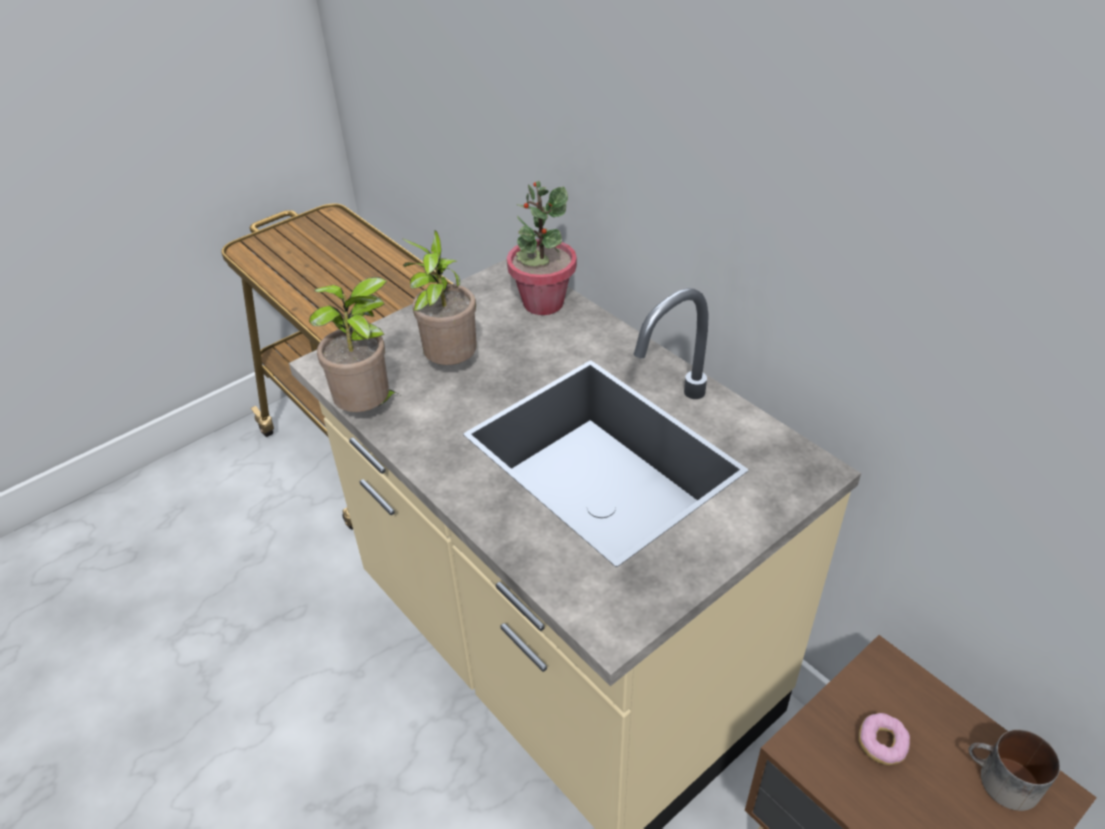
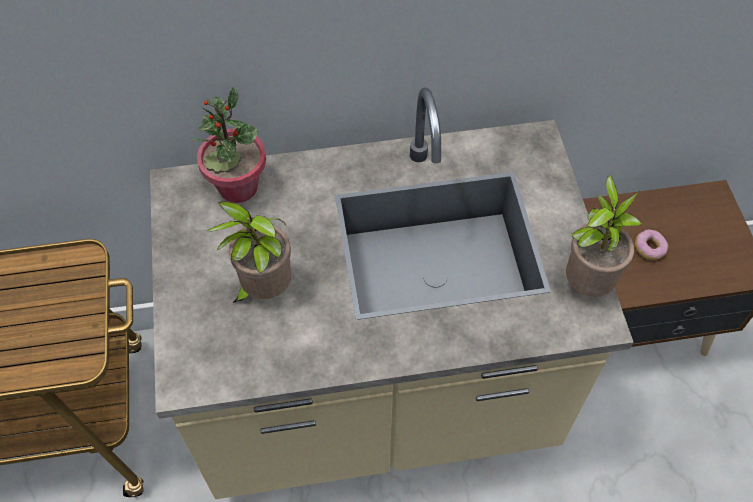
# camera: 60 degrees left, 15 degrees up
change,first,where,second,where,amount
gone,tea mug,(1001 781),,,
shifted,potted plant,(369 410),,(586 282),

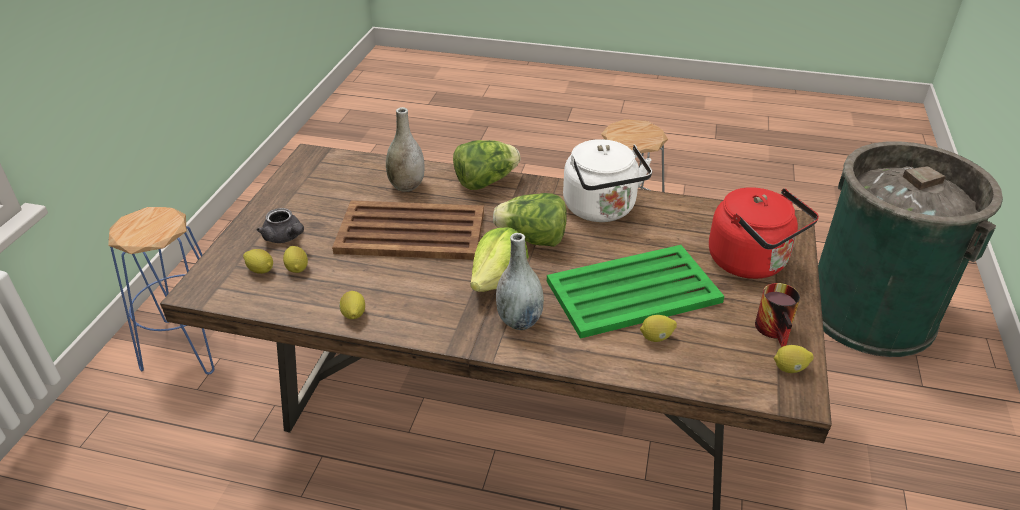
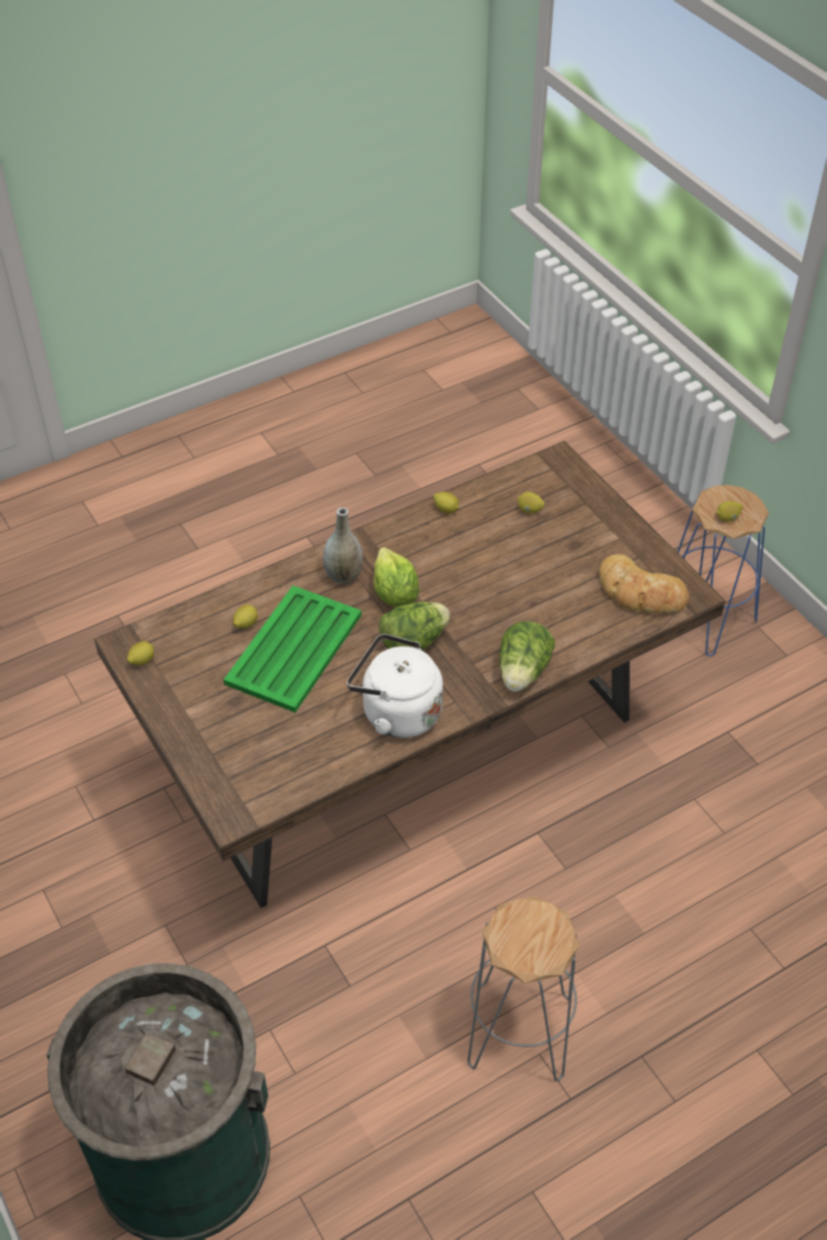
# camera: 135 degrees right, 10 degrees up
change,first,where,second,where,amount
gone,greyish tea pot,(285 237),,,
gone,brownish serving tray,(412 232),,,
gone,greyish decorative vase,(407 186),,,
gone,reddish water kettle,(752 262),,,
gone,tea mug,(777 331),,,
new,,,bakery bread,(640 592),
shifted,whole lemon,(261 270),,(727 518),

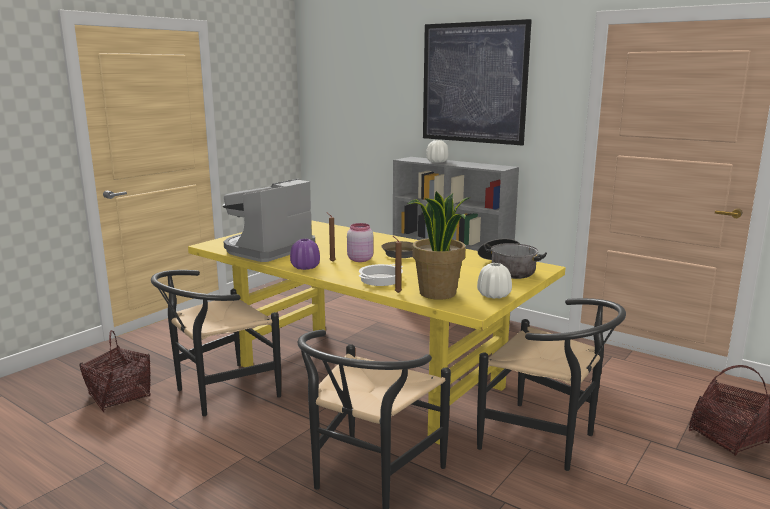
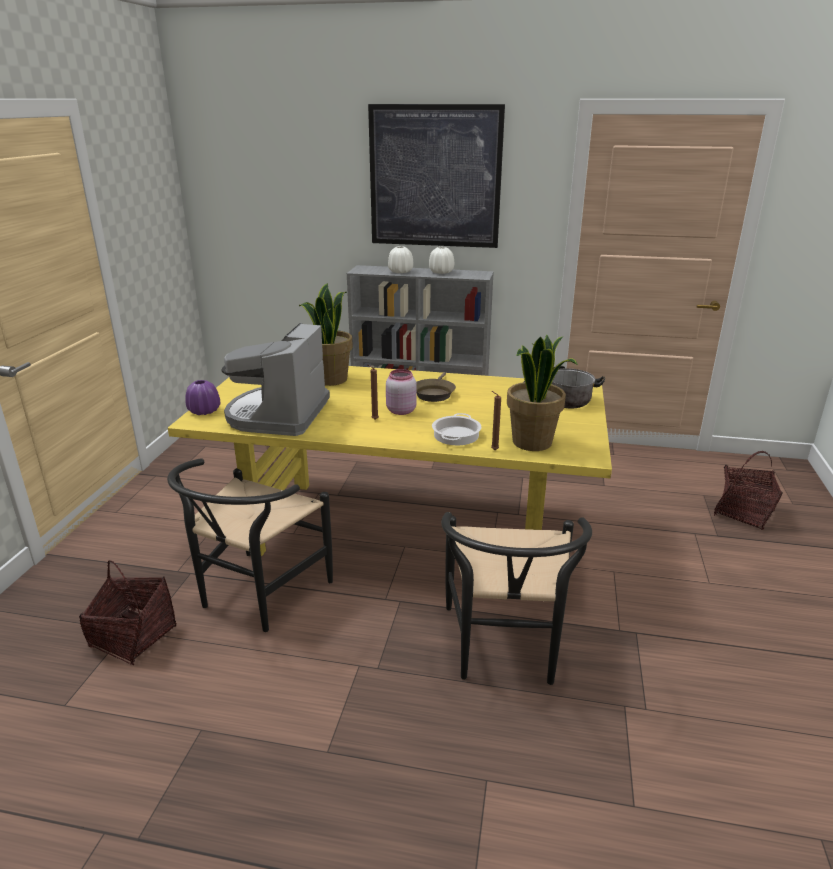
# camera: 25 degrees left, 10 degrees up
change,first,where,second,where,amount
gone,black-coloured chair,(547 440),,,
new,,,potted plant,(330 379),
shifted,purple decorative vase,(305 267),,(204 411),
shifted,white decorative vase,(494 295),,(441 272),

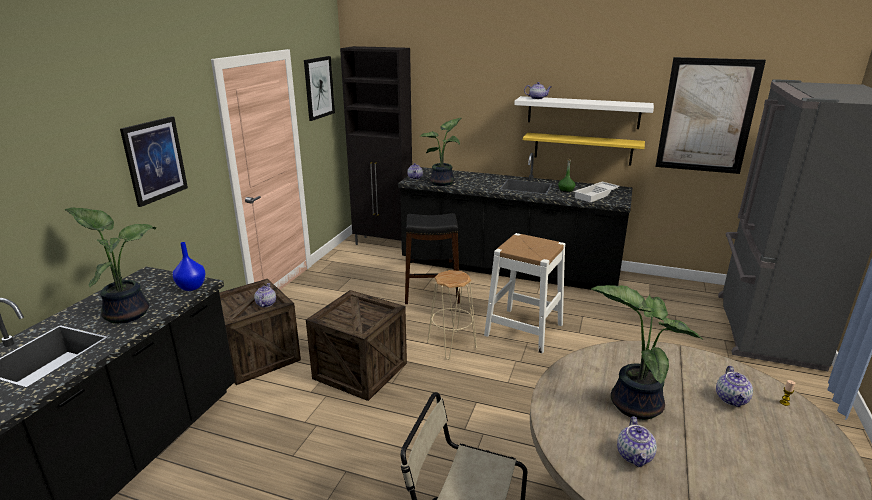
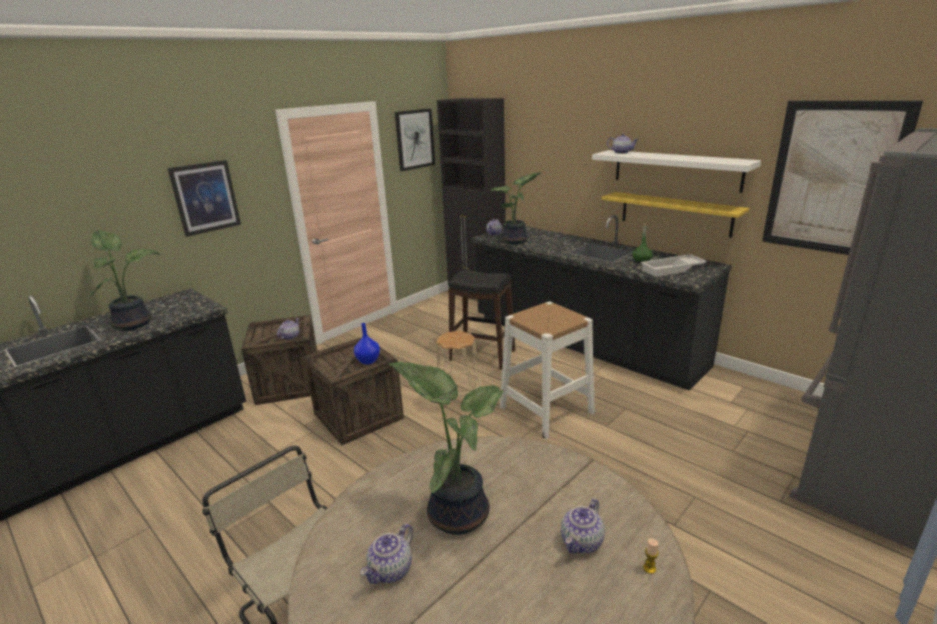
# camera: 25 degrees right, 0 degrees up
change,first,where,second,where,amount
shifted,bluish decorative vase,(192 287),,(368 361),

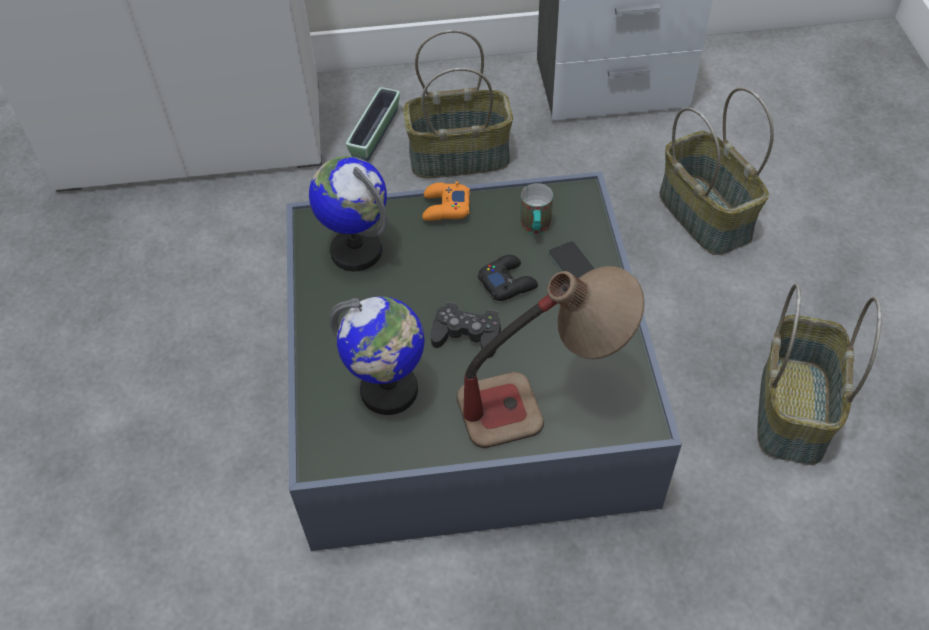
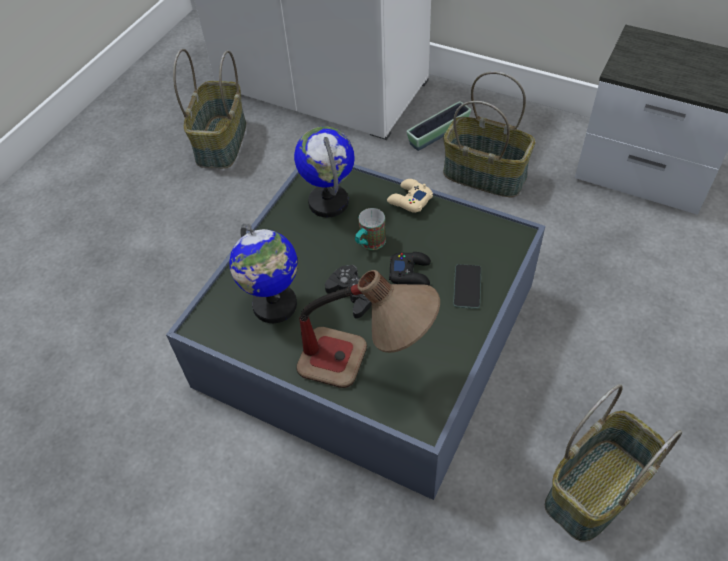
# camera: 35 degrees right, 0 degrees up
change,first,where,second,where,amount
shifted,tea mug,(535 229),,(369 244),
shifted,household basket,(706 215),,(222 143),
repainted,orange game controller,(445 207),beige-coloured game controller,(409 200),

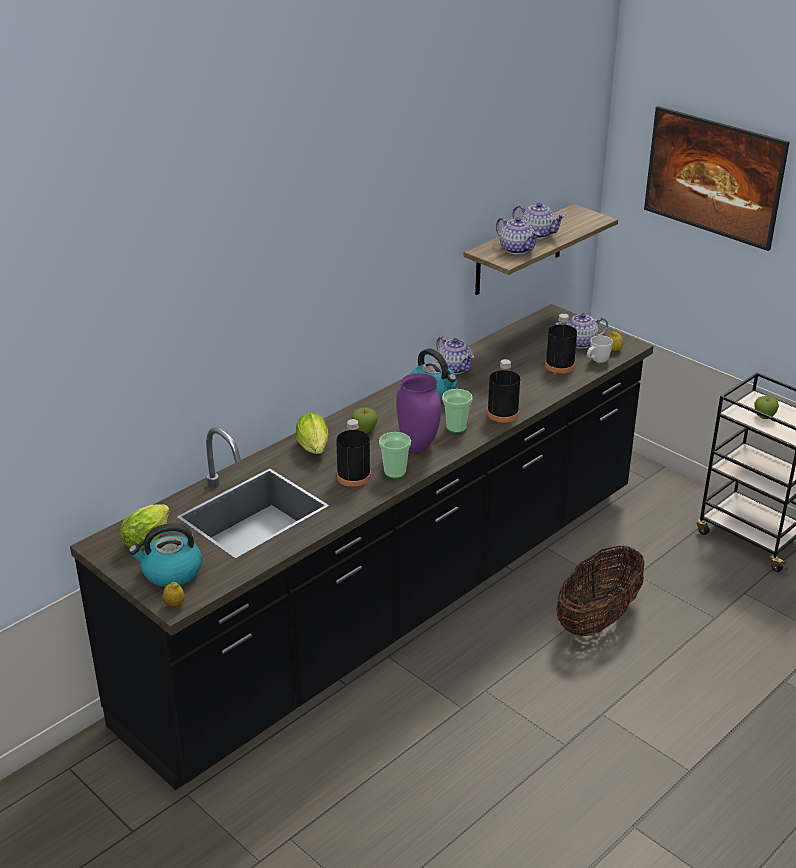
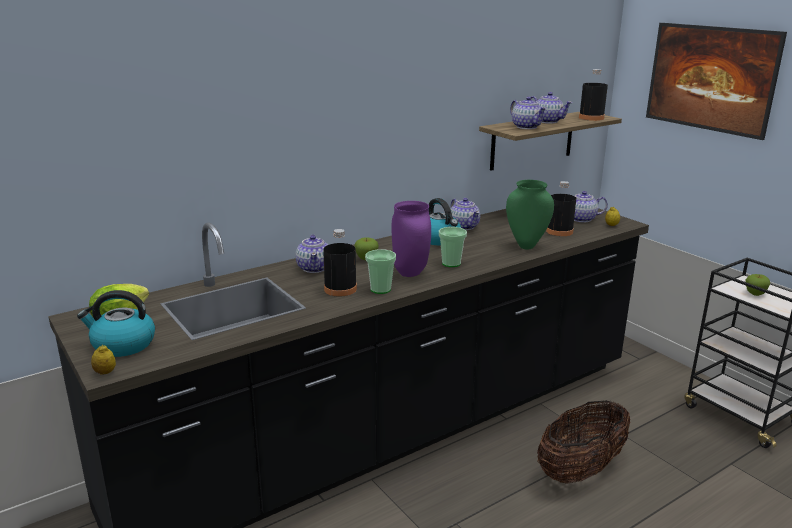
# camera: 10 degrees right, 10 degrees down
change,first,where,second,where,amount
gone,white tea mug,(596 361),,,
new,,,green decorative vase,(526 246),
shifted,black-coloured bottle,(502 414),,(591 118),
swapped,head of lettuce,(314 449),tea pot,(314 268),

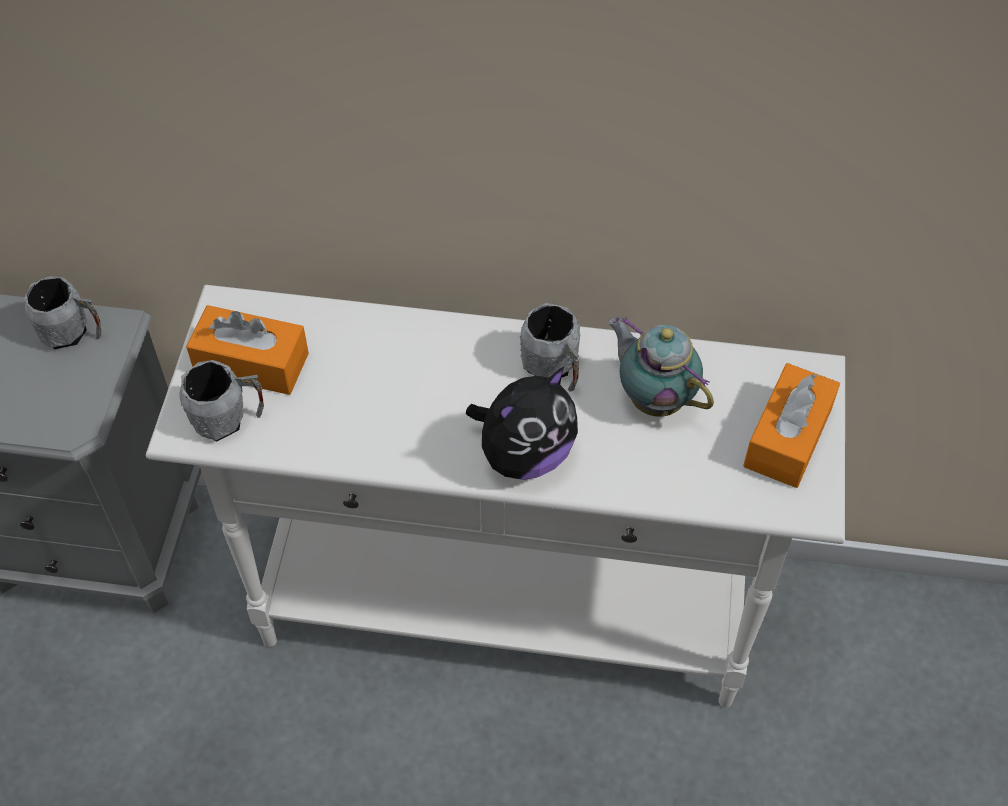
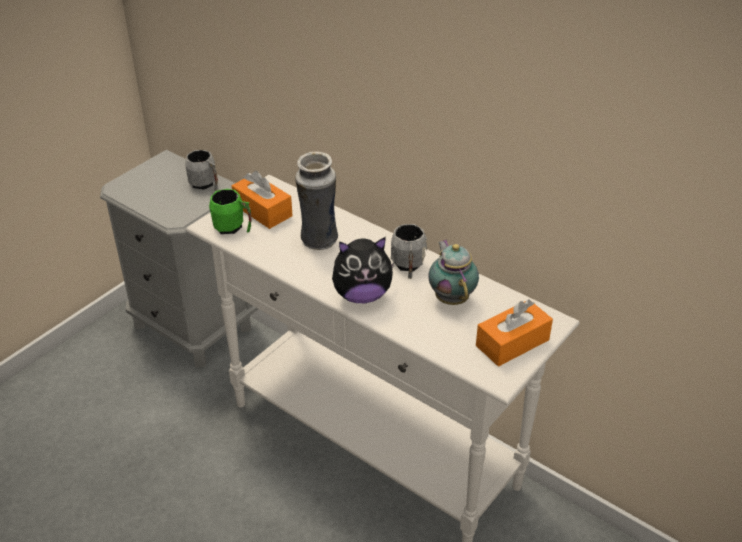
# camera: 30 degrees right, 15 degrees down
change,first,where,second,where,amount
new,,,decorative vase,(318 241),
repainted,greyish tea mug,(228 419),green tea mug,(233 228),

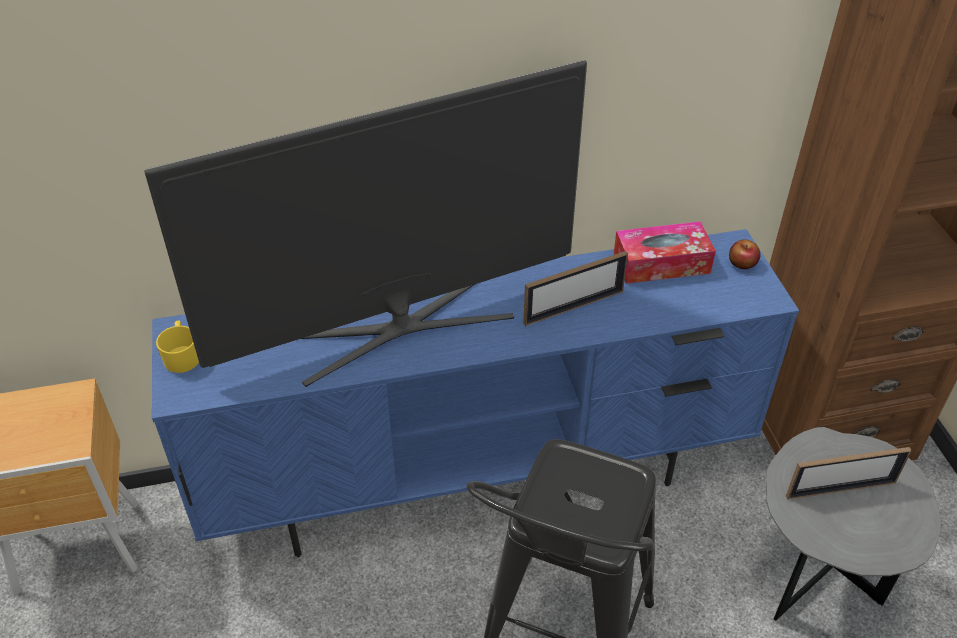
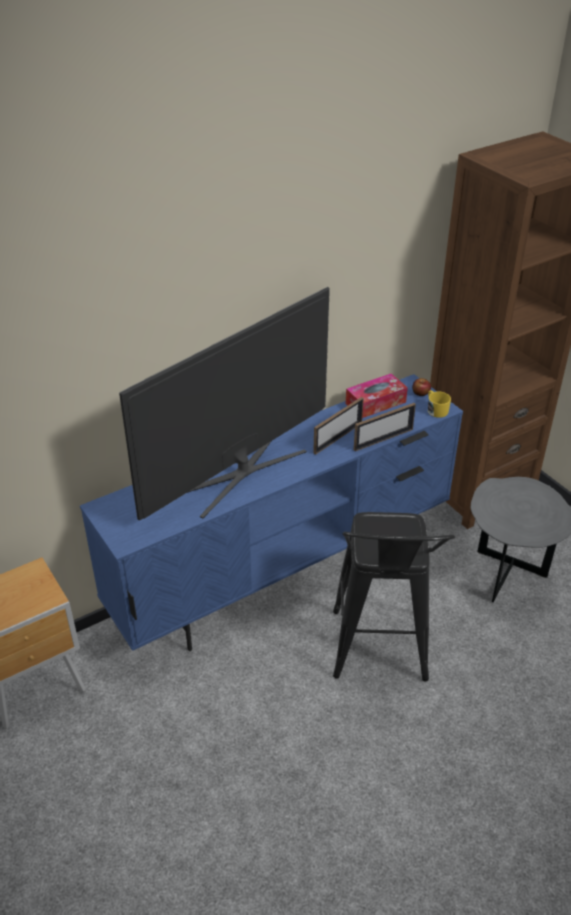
# camera: 20 degrees left, 5 degrees down
change,first,where,second,where,amount
shifted,yellow tea mug,(182 356),,(436 410),
shifted,picture frame,(840 489),,(383 439),

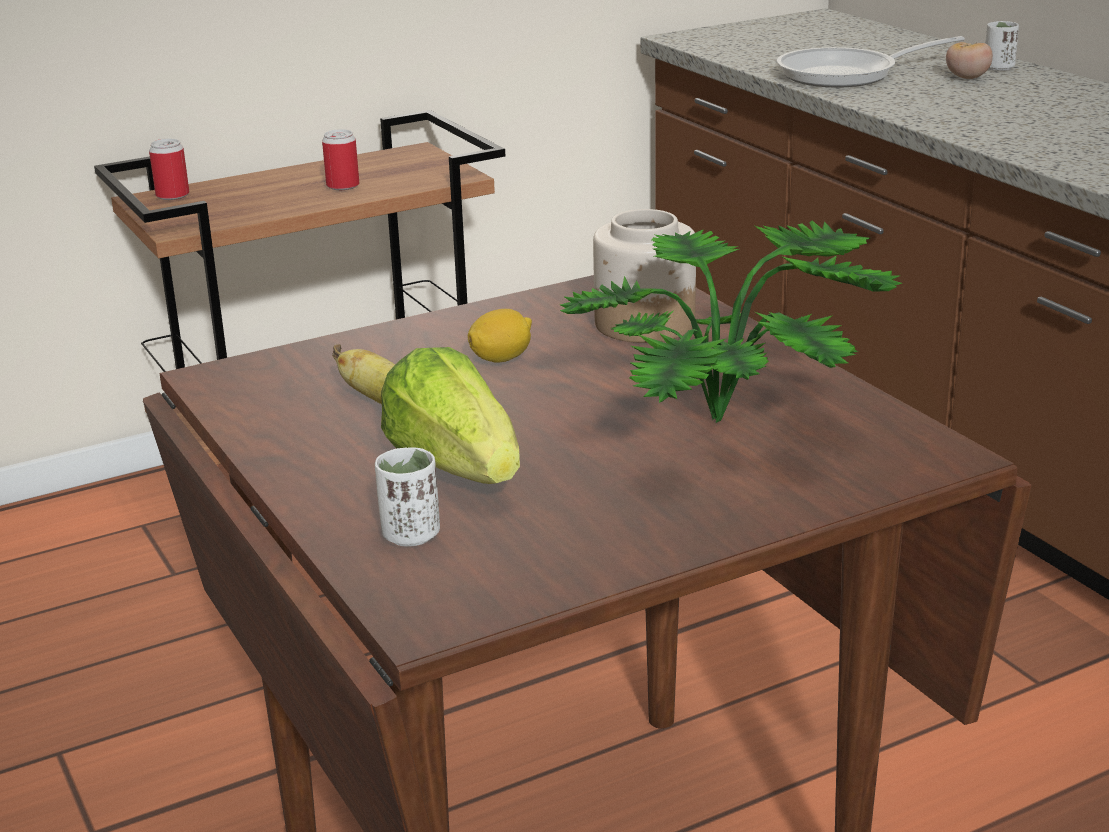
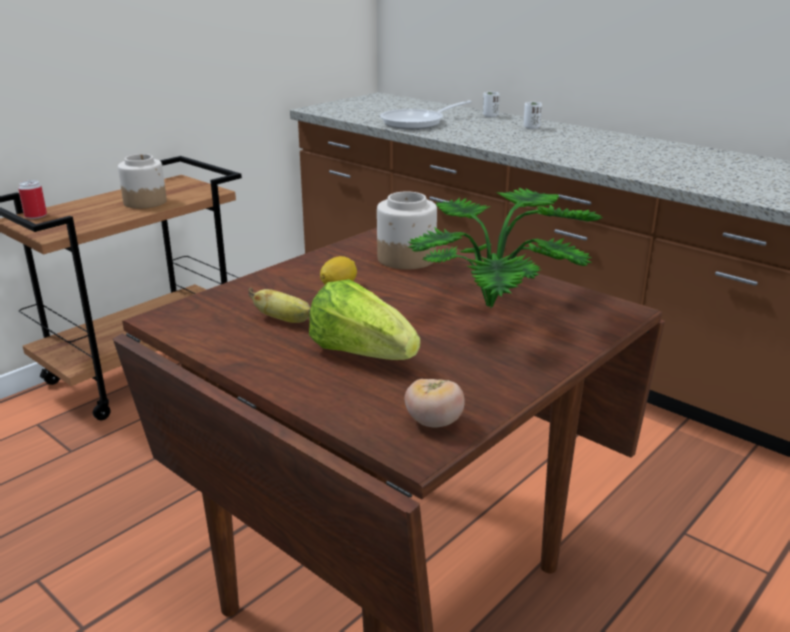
# camera: 20 degrees left, 0 degrees up
change,first,where,second,where,amount
shifted,white small cup,(410 535),,(531 127),
shifted,fresh tomato,(967 78),,(434 422),
swapped,can,(343 186),preserve jar,(145 202),

